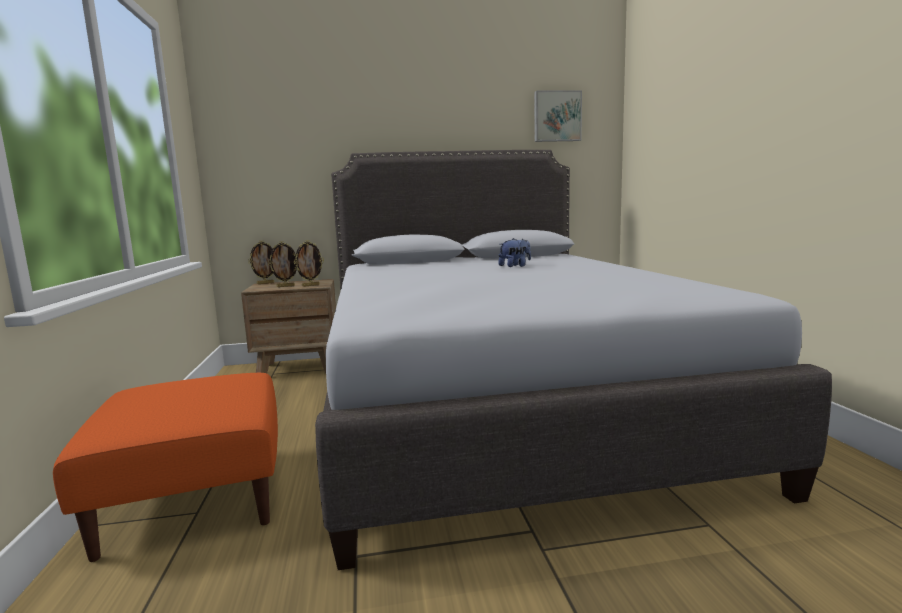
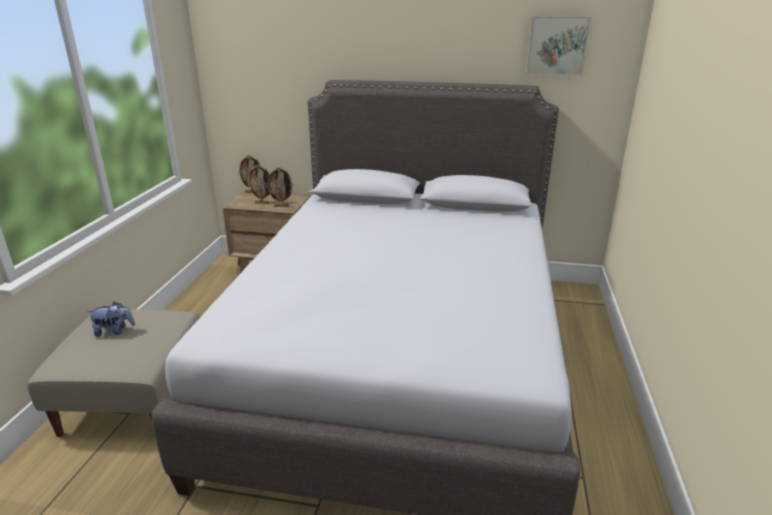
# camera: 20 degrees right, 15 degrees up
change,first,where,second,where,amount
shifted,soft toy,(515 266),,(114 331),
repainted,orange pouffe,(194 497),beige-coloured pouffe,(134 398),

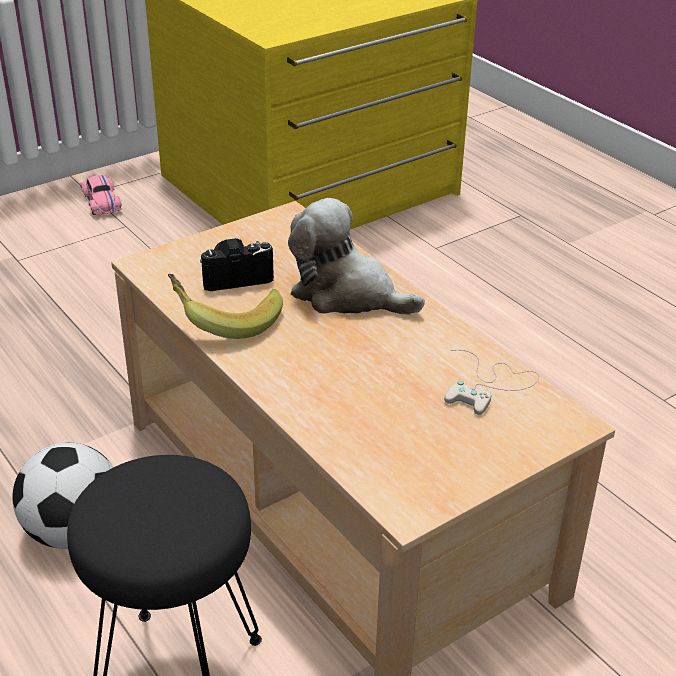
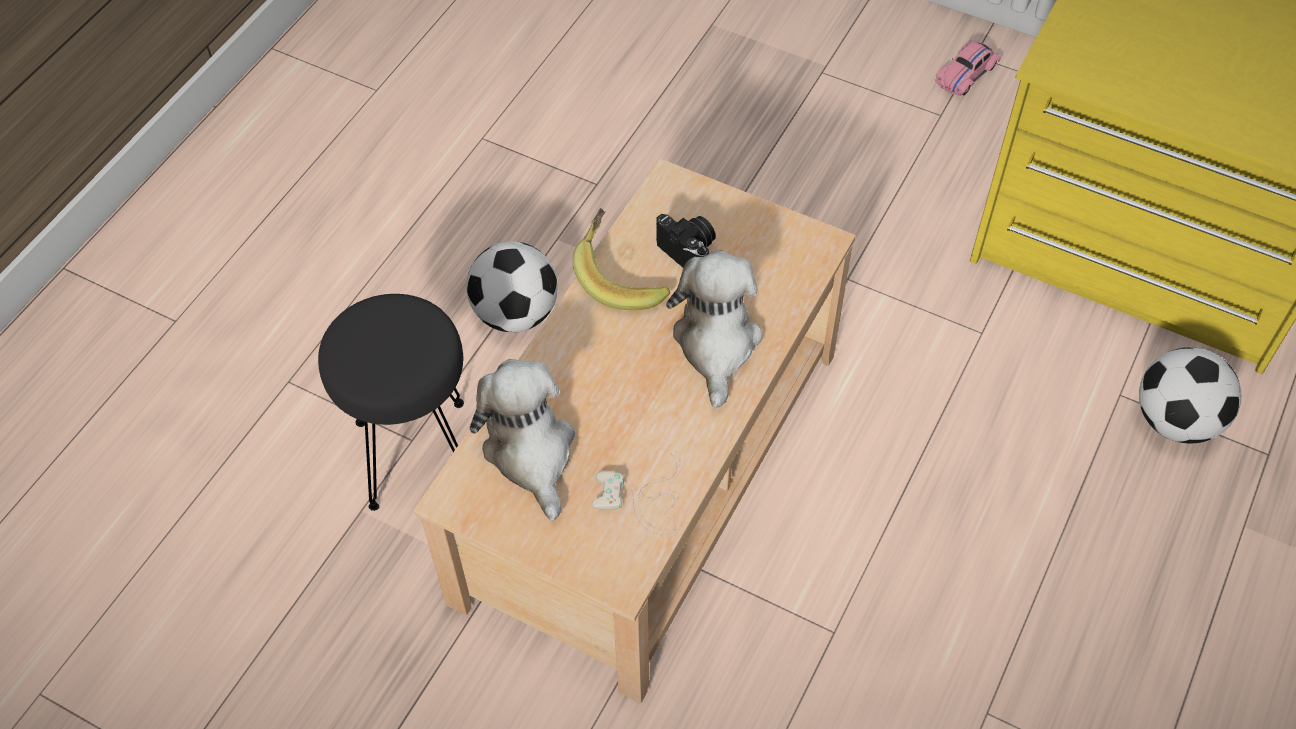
# camera: 65 degrees right, 20 degrees up
change,first,where,second,where,amount
new,,,soft toy,(530 452),
new,,,football ball,(1175 420),

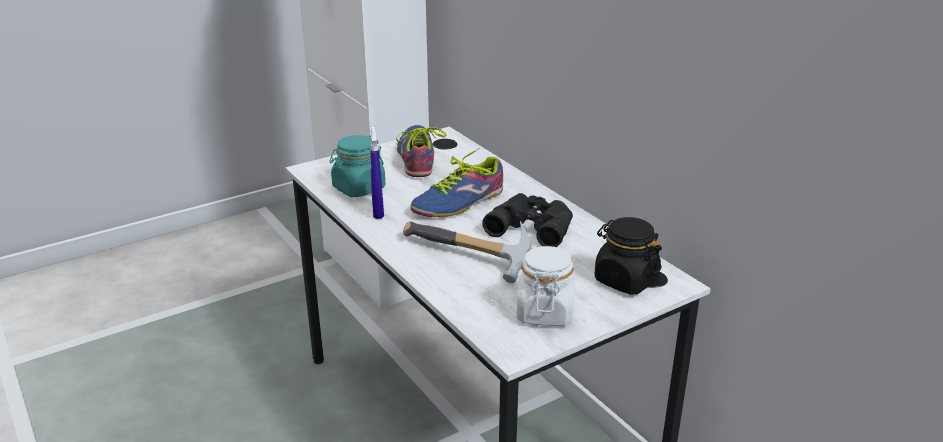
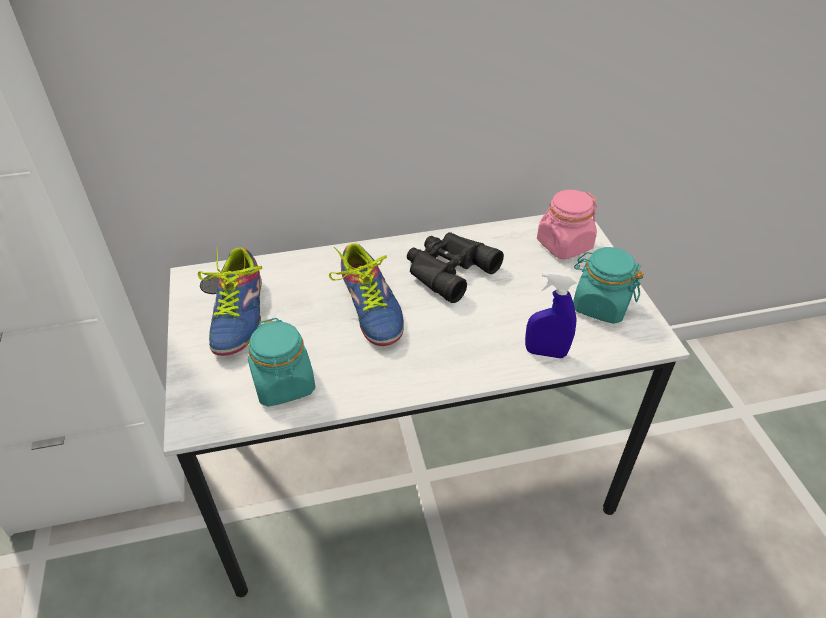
# camera: 70 degrees left, 15 degrees up
change,first,where,second,where,amount
gone,hand hammer,(468 258),,,
shifted,bluish sprayer,(378 212),,(545 352),
repainted,white preserve jar,(544 312),turquoise-coloured preserve jar,(600 305),
repainted,black-coloured preserve jar,(625 280),pink-coloured preserve jar,(564 245),
rotated,shoe,(417 158),,(239 314),105 degrees counterclockwise

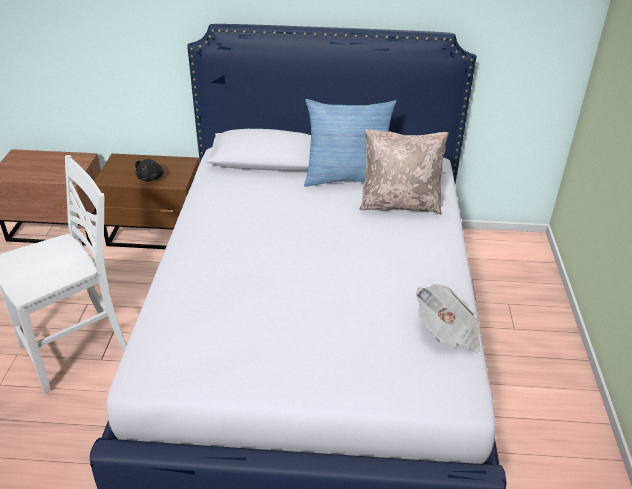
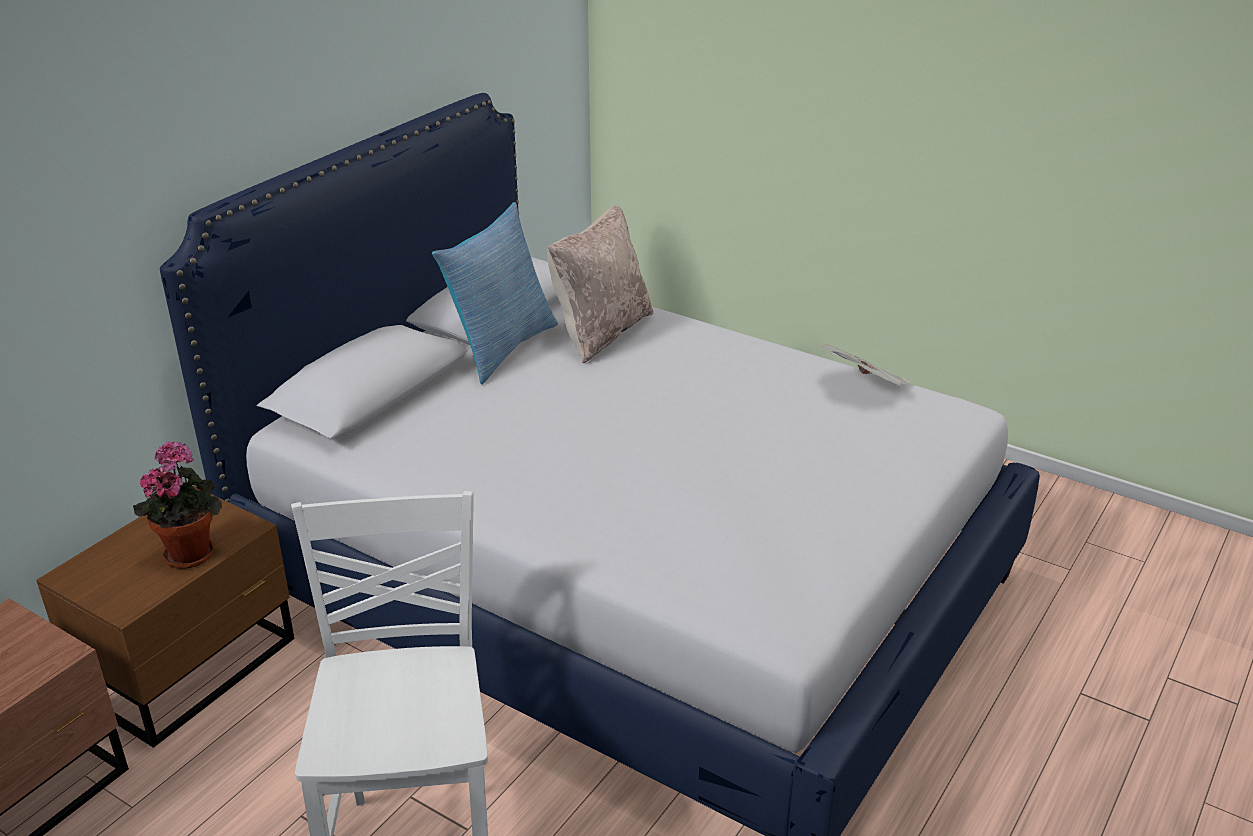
# camera: 60 degrees left, 5 degrees down
change,first,where,second,where,amount
swapped,black-coloured soft toy,(151 178),potted plant,(191 551),

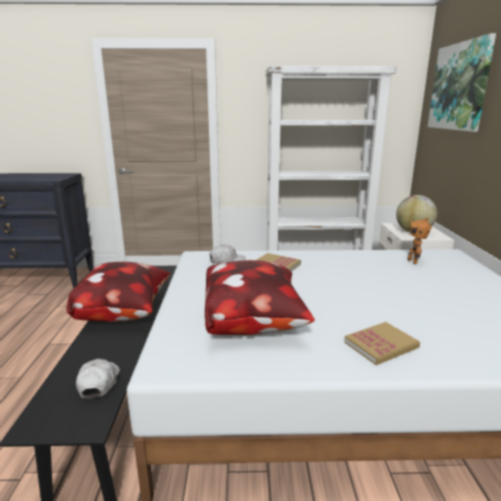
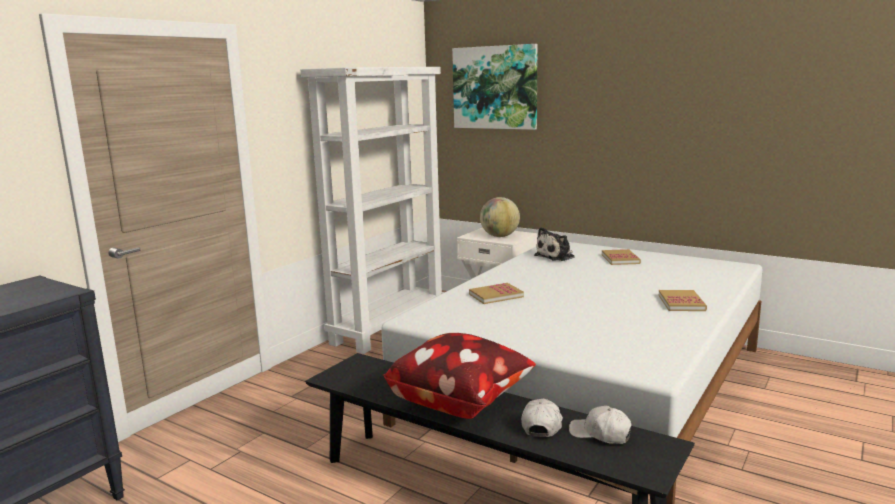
# camera: 55 degrees left, 5 degrees down
change,first,where,second,where,amount
gone,throw pillow,(254 323),,,
new,,,book,(620 259),
shifted,white peaked cap,(227 261),,(542 425),
swapped,toy robot,(413 261),soft toy,(556 256),

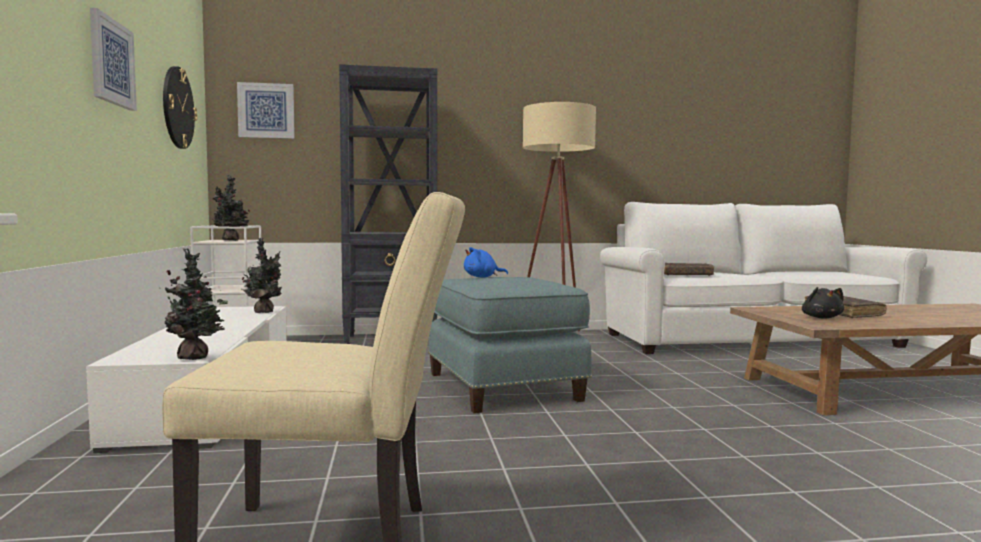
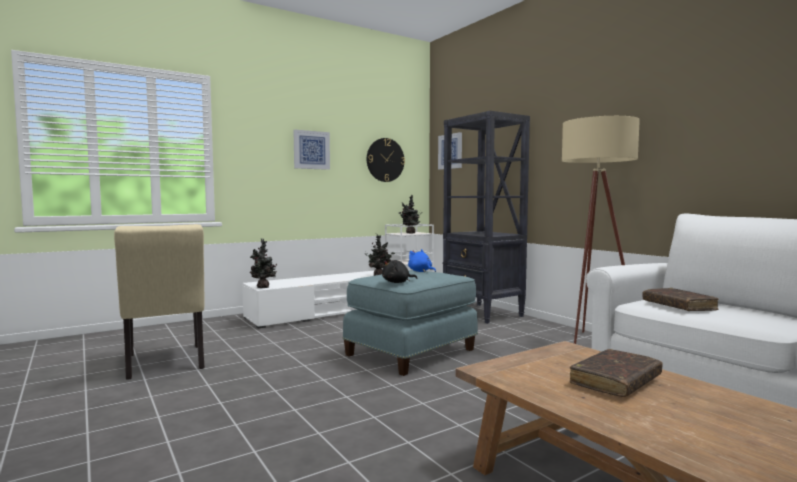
# camera: 65 degrees right, 0 degrees up
change,first,where,second,where,amount
shifted,black-coloured soft toy,(821 318),,(397 282),

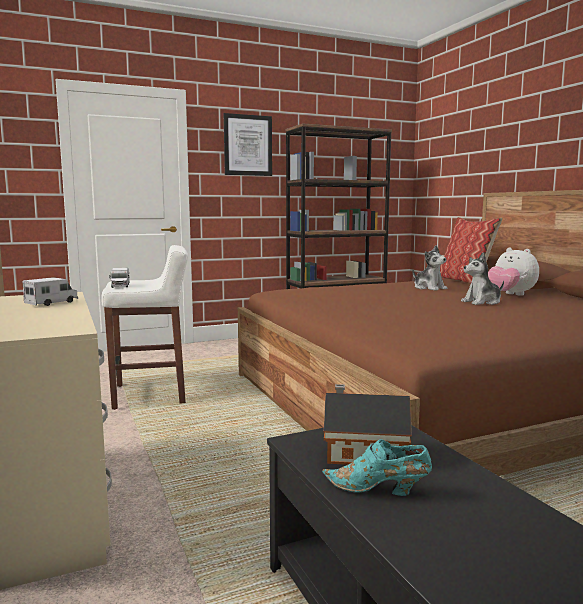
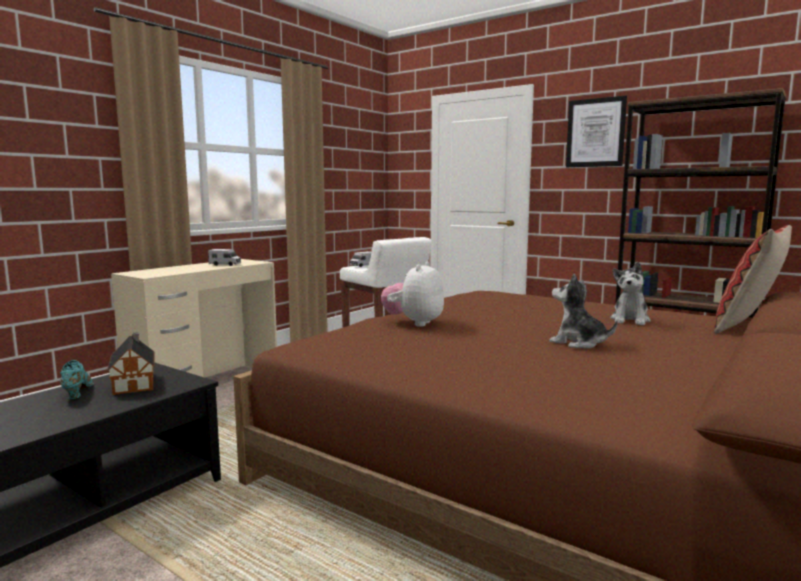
# camera: 60 degrees right, 0 degrees up
change,first,where,second,where,amount
shifted,soft toy,(511 295),,(414 323),

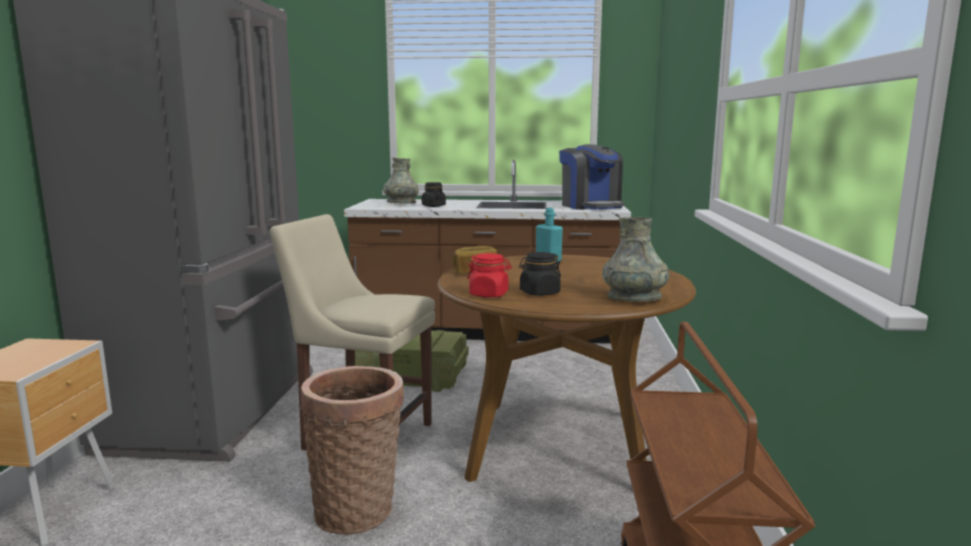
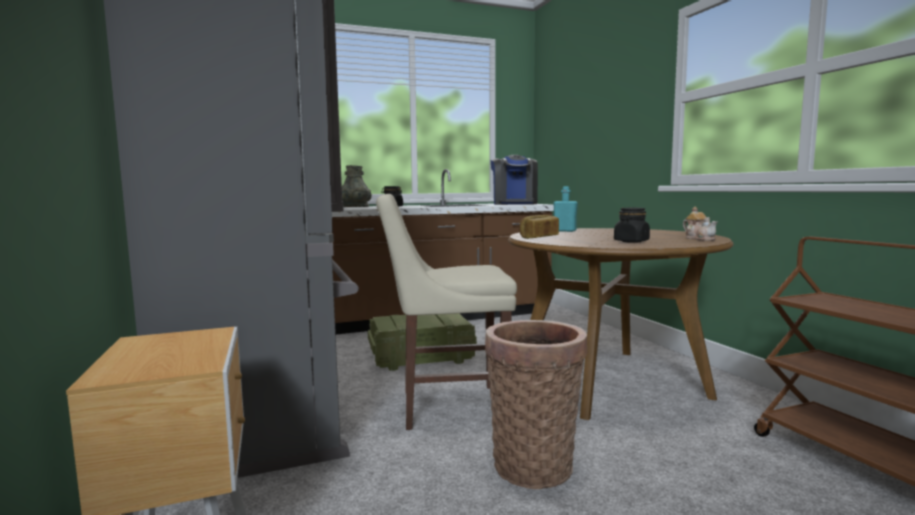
# camera: 25 degrees left, 5 degrees down
change,first,where,second,where,amount
gone,reddish preserve jar,(489 294),,,
swapped,greyish decorative vase,(634 298),tea pot,(699 239),
rotated,coffee brewer,(591 206),,(514 204),45 degrees clockwise

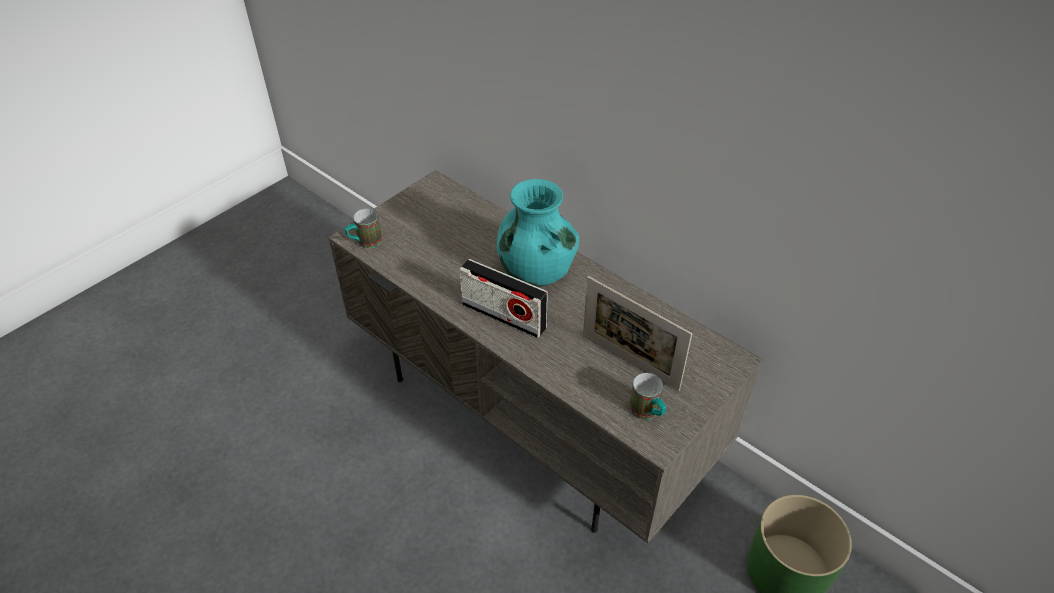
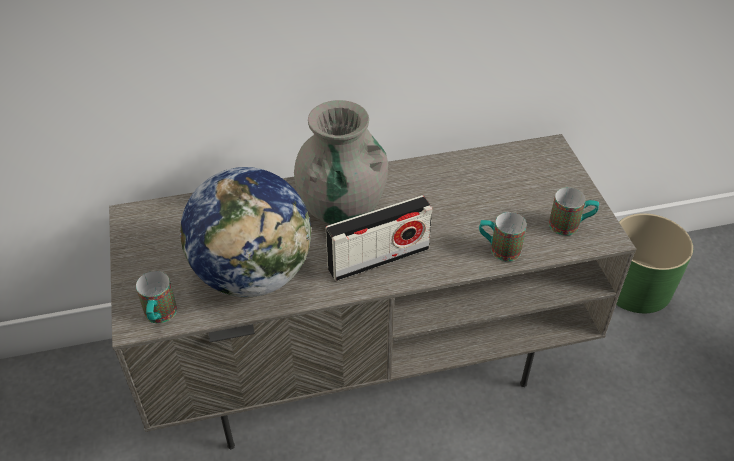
# camera: 55 degrees left, 0 degrees up
change,first,where,second,where,amount
gone,picture frame,(629 361),,,
new,,,world globe,(254 274),
new,,,tea mug,(498 249),
repainted,turquoise-coloured decorative vase,(536 271),greyish decorative vase,(341 207),

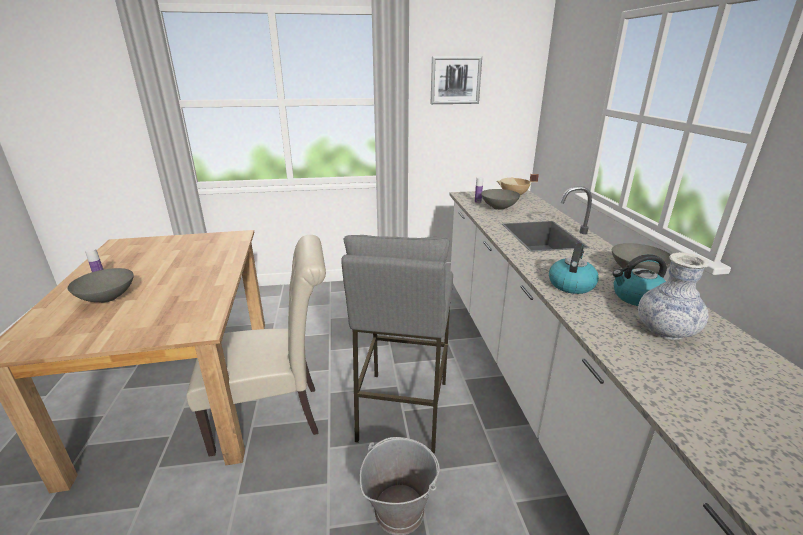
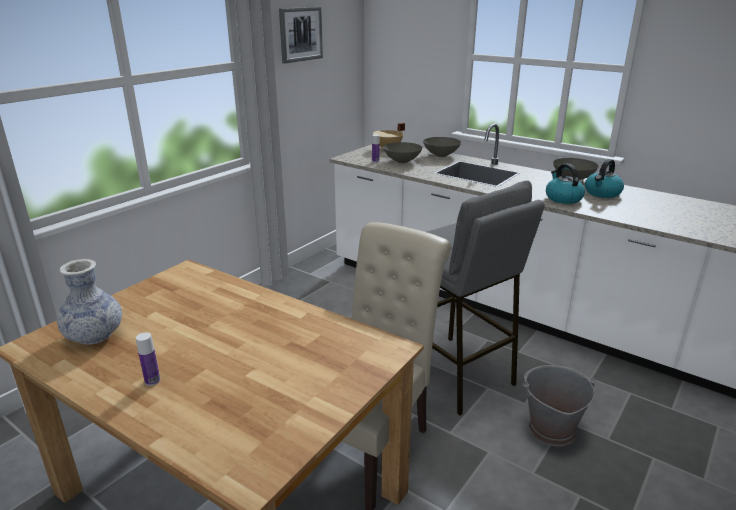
# camera: 45 degrees left, 0 degrees up
change,first,where,second,where,amount
shifted,greyish deep dish,(107 298),,(440 155),
shifted,decorative vase,(665 331),,(94 336),

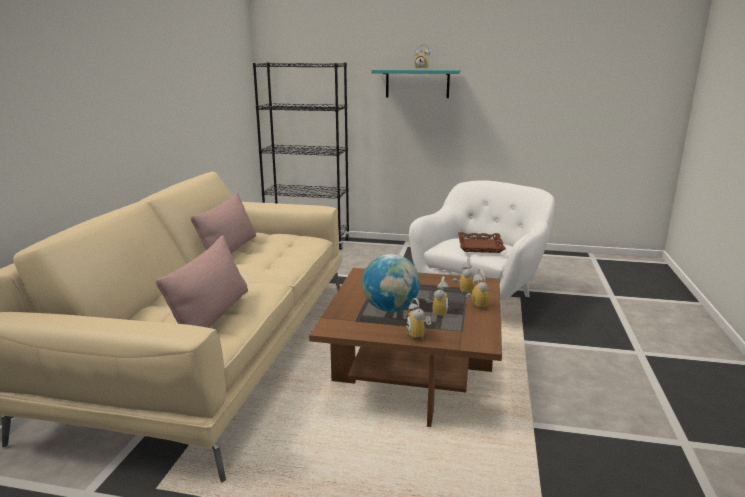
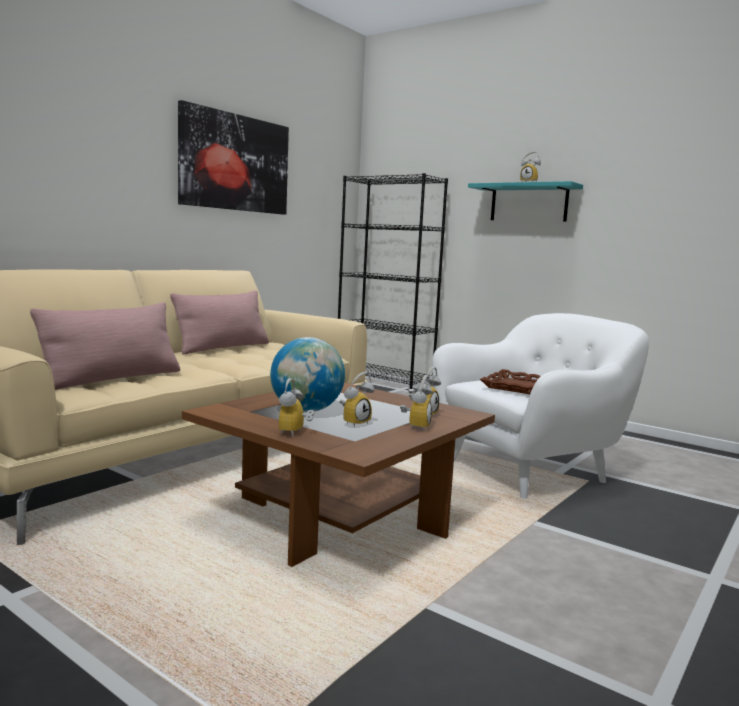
# camera: 25 degrees right, 10 degrees down
change,first,where,second,where,amount
new,,,wall art,(235 163),

